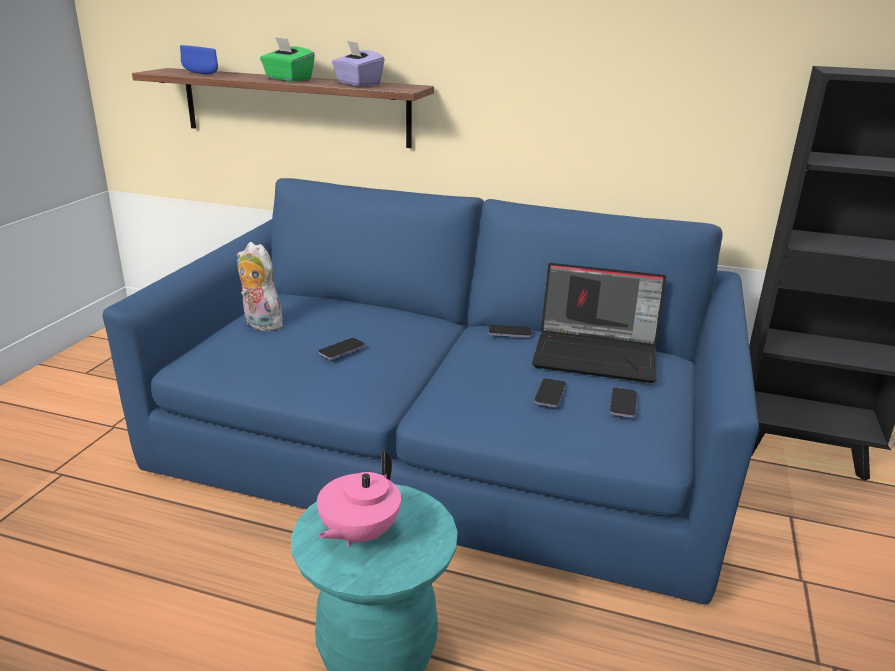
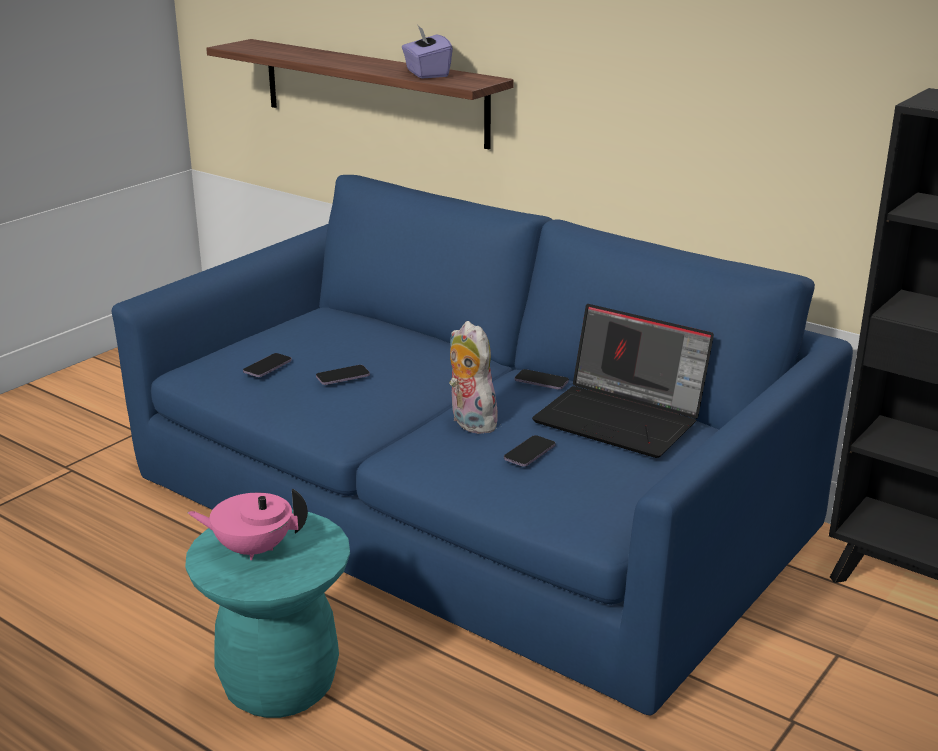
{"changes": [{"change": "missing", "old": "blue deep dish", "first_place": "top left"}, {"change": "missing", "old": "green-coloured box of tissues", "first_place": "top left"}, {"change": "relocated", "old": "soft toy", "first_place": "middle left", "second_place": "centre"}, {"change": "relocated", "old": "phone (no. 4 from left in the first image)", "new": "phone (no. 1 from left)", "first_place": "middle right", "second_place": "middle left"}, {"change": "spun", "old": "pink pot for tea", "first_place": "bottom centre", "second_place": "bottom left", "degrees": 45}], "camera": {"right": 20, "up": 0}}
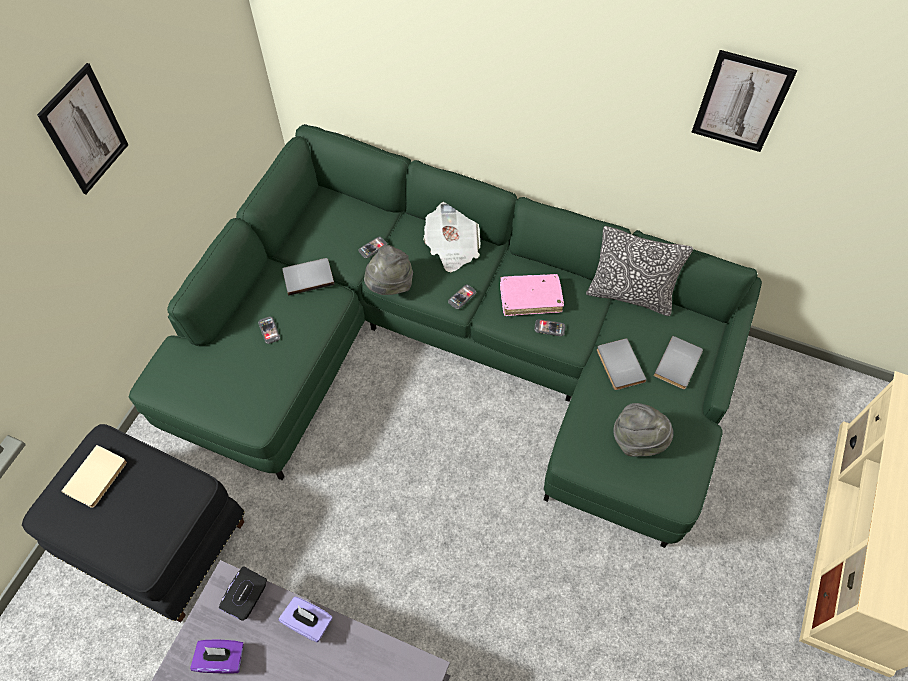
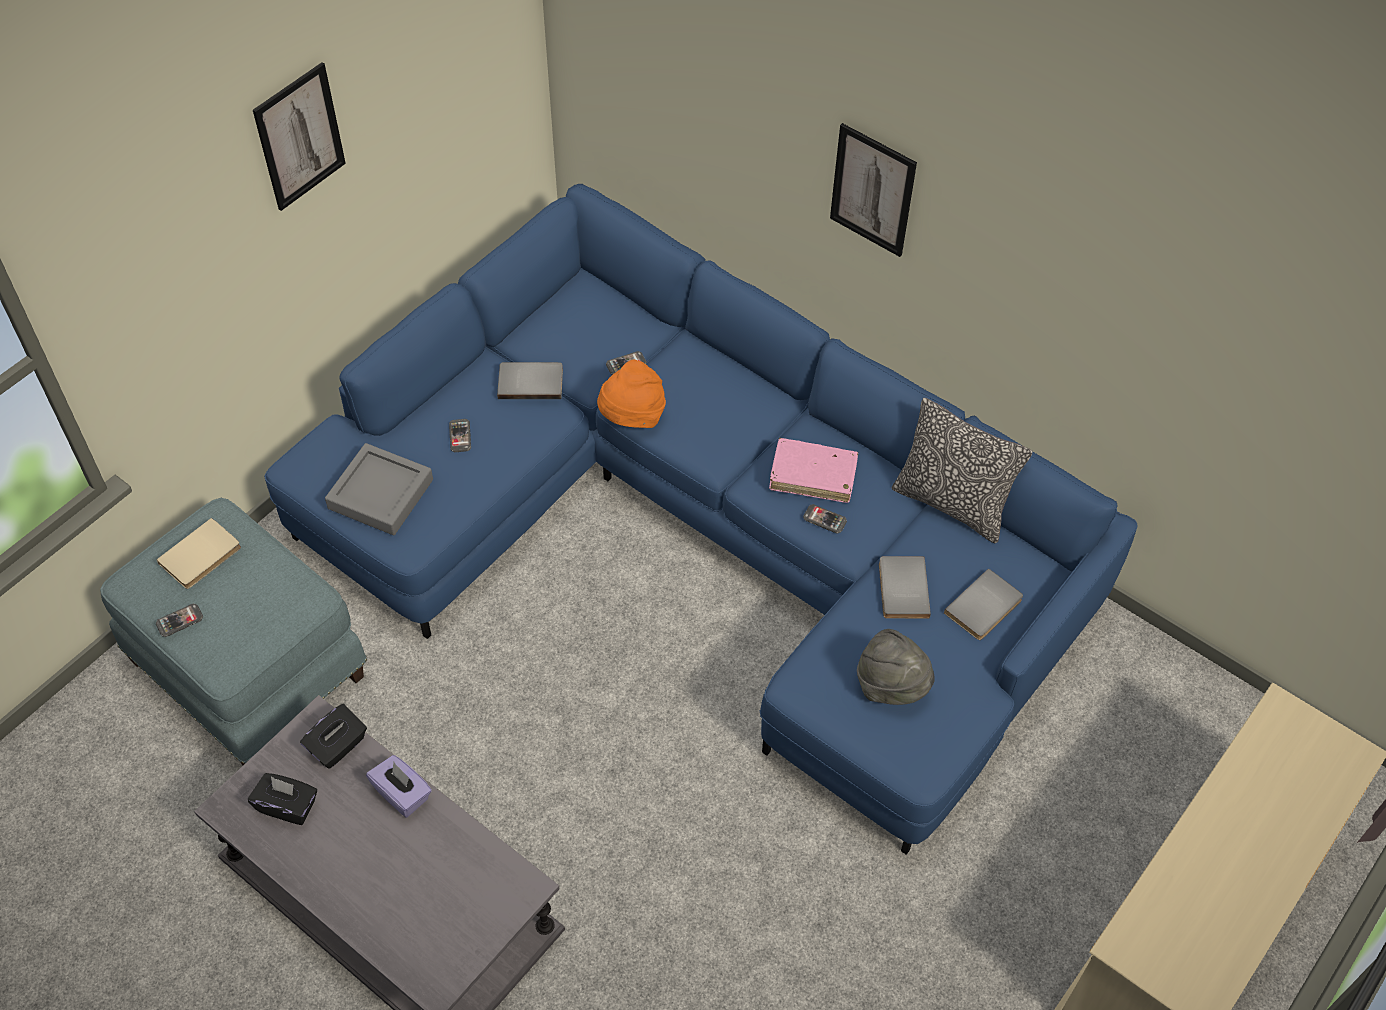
{"changes": [{"change": "missing", "old": "printed paper", "first_place": "centre"}, {"change": "appeared", "new": "greyish serving tray", "second_place": "middle left"}, {"change": "relocated", "old": "phone (no. 3 from left in the first image)", "new": "phone (no. 1 from left)", "first_place": "centre", "second_place": "middle left"}, {"change": "relocated", "old": "picture (no. 2 from left)", "first_place": "top right", "second_place": "top centre"}, {"change": "colour", "old": "blackish footrest", "new": "blue footrest", "first_place": "bottom left", "second_place": "middle left"}, {"change": "colour", "old": "green-coloured sofa", "new": "blue sofa", "first_place": "centre", "second_place": "centre"}, {"change": "colour", "old": "purple box of tissues (no. 1 from left)", "new": "blackish box of tissues (no. 1 from left)", "first_place": "bottom left", "second_place": "bottom left"}, {"change": "colour", "old": "greyish wearable hat (no. 1 from left)", "new": "orange wearable hat", "first_place": "centre", "second_place": "centre"}], "camera": {"right": 15, "up": -5}}
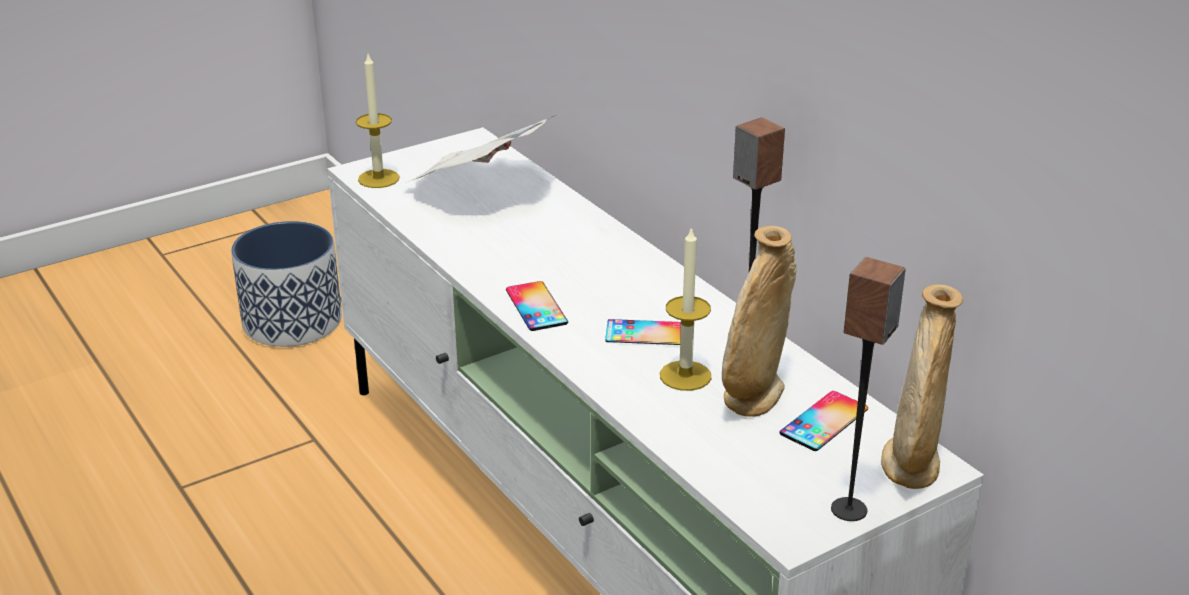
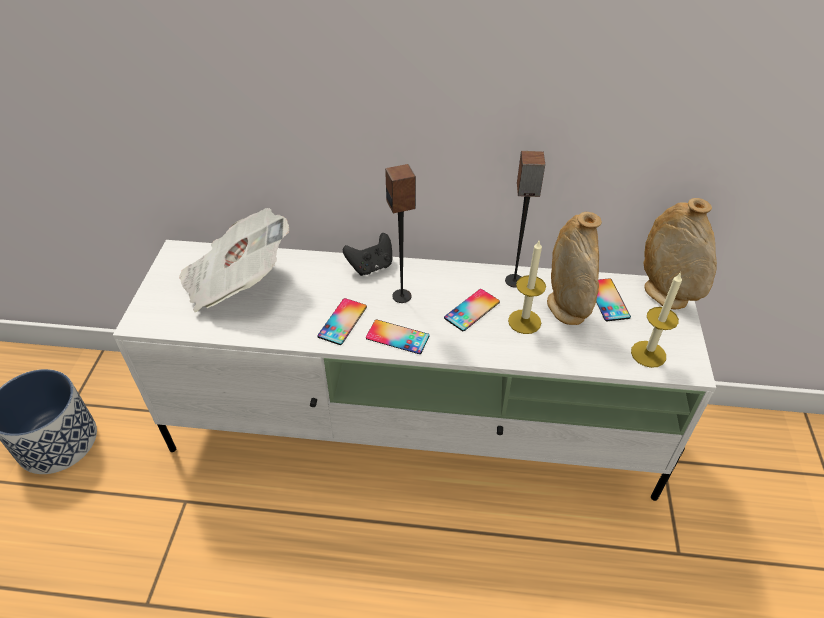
{"changes": [{"change": "appeared", "new": "phone (no. 1 from left)", "second_place": "centre"}, {"change": "appeared", "new": "blackish game controller", "second_place": "centre"}, {"change": "relocated", "old": "wax candle (no. 1 from left in the first image)", "new": "wax candle (no. 2 from left)", "first_place": "top left", "second_place": "middle right"}, {"change": "relocated", "old": "loudspeaker (no. 2 from left in the first image)", "new": "loudspeaker (no. 1 from left)", "first_place": "middle right", "second_place": "centre"}], "camera": {"right": -50, "up": 15}}
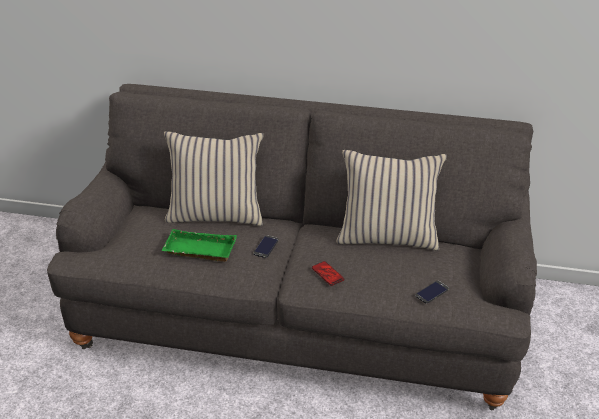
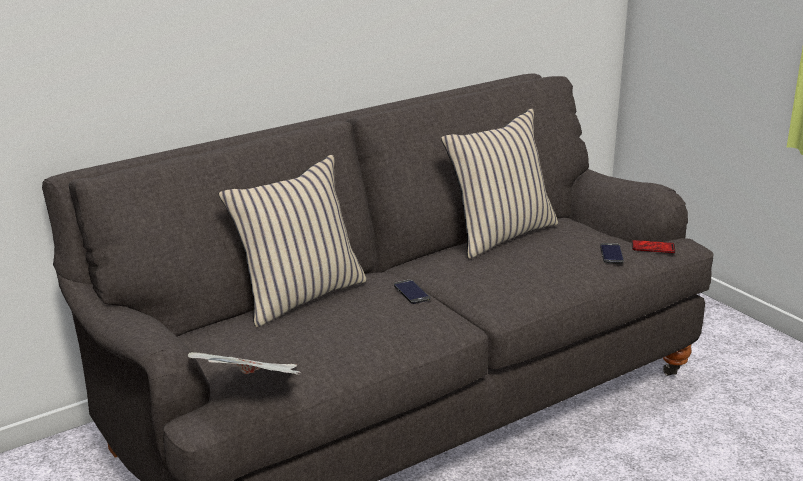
{"changes": [{"change": "missing", "old": "green-coloured serving tray", "first_place": "middle left"}, {"change": "appeared", "new": "printed paper", "second_place": "bottom left"}, {"change": "relocated", "old": "phone (no. 2 from left in the first image)", "new": "phone (no. 3 from left)", "first_place": "centre", "second_place": "middle right"}], "camera": {"right": -45, "up": -10}}
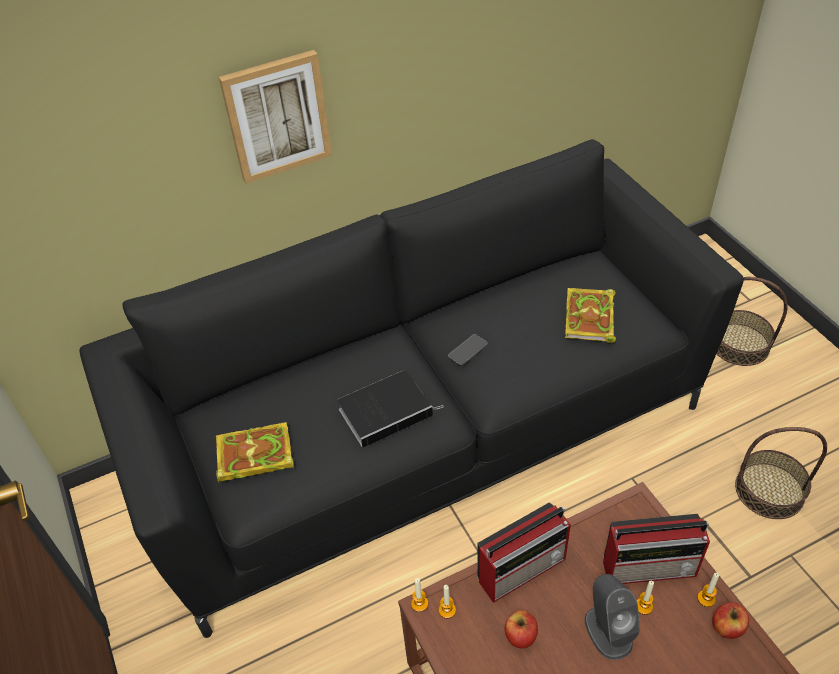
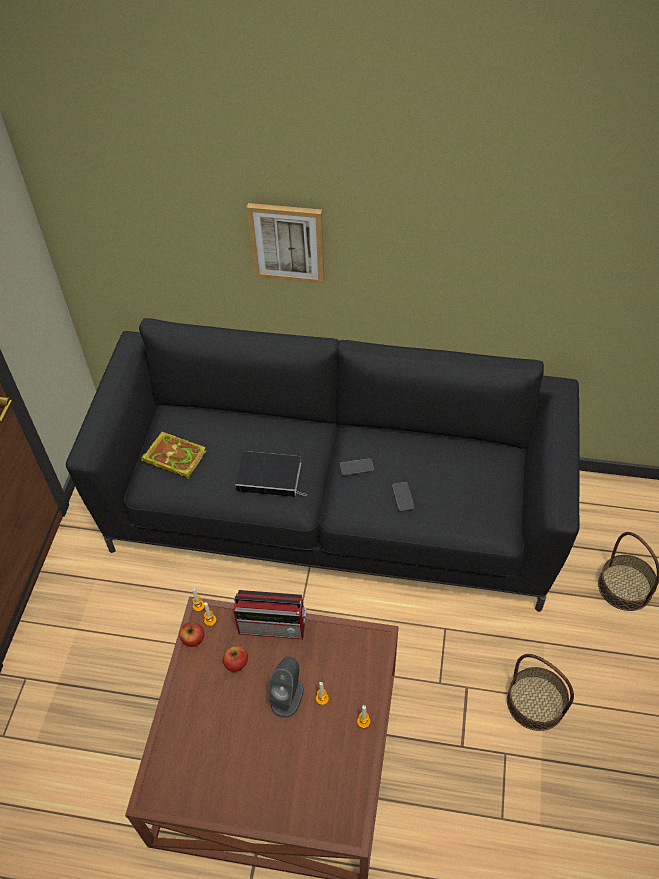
{"changes": [{"change": "missing", "old": "volume (no. 3 from left)", "first_place": "middle right"}, {"change": "missing", "old": "radio (no. 2 from left)", "first_place": "bottom right"}, {"change": "appeared", "new": "phone (no. 2 from left)", "second_place": "centre"}, {"change": "relocated", "old": "apple fruit (no. 2 from left in the first image)", "new": "apple fruit (no. 1 from left)", "first_place": "bottom right", "second_place": "bottom left"}], "camera": {"right": 35, "up": 5}}
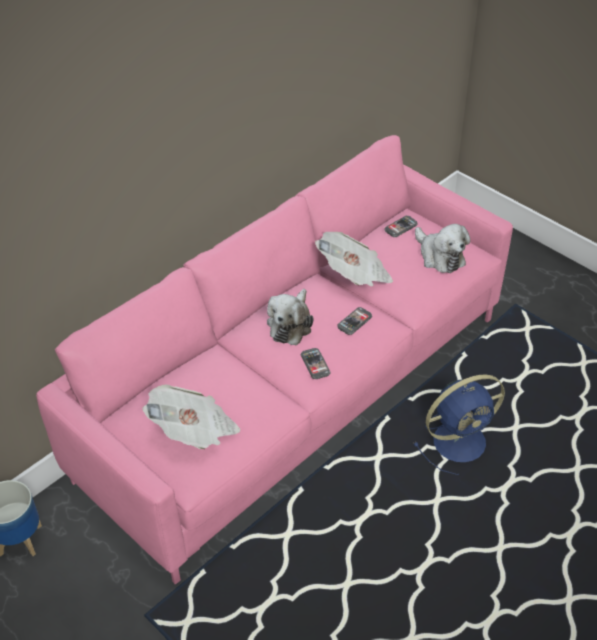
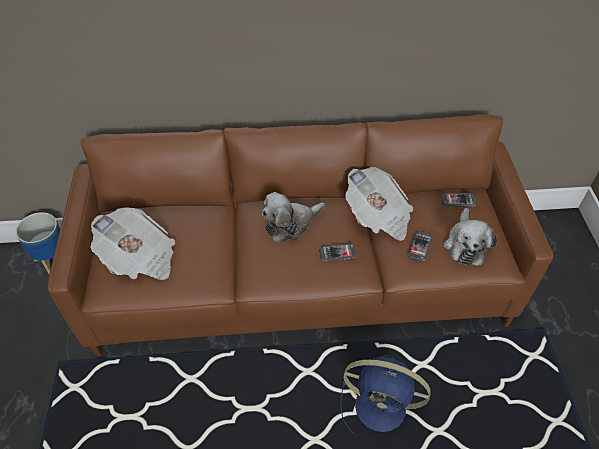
{"changes": [{"change": "relocated", "old": "phone (no. 1 from left in the first image)", "new": "phone (no. 2 from left)", "first_place": "centre", "second_place": "middle right"}, {"change": "colour", "old": "pink sofa", "new": "brown-coloured sofa", "first_place": "centre", "second_place": "centre"}], "camera": {"right": 40, "up": 5}}
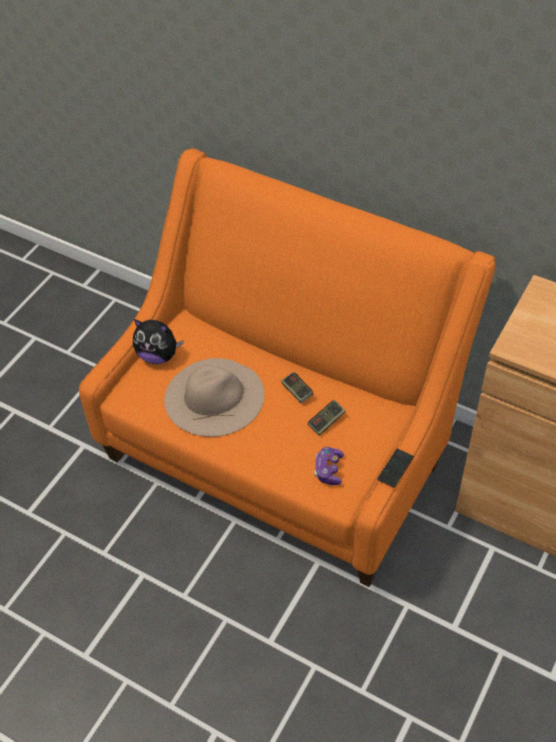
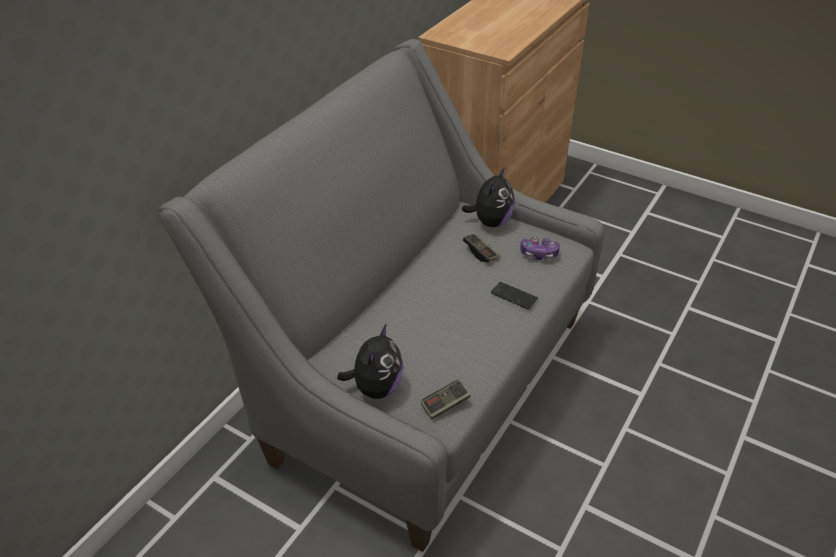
{"changes": [{"change": "missing", "old": "sand-coloured wearable hat", "first_place": "centre"}, {"change": "appeared", "new": "soft toy (no. 2 from left)", "second_place": "centre"}, {"change": "relocated", "old": "game controller (no. 1 from left)", "first_place": "centre", "second_place": "bottom centre"}, {"change": "relocated", "old": "phone", "first_place": "middle right", "second_place": "centre"}, {"change": "colour", "old": "orange sofa", "new": "greyish sofa", "first_place": "centre", "second_place": "centre"}], "camera": {"right": -90, "up": -10}}
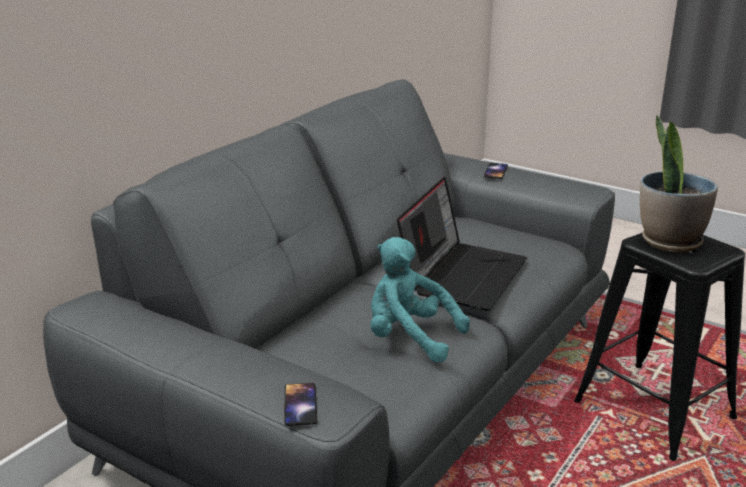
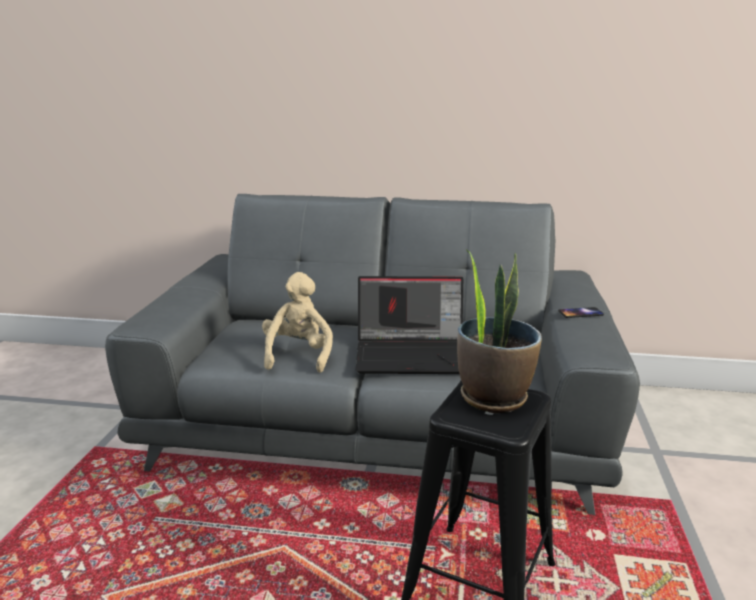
{"changes": [{"change": "missing", "old": "phone (no. 1 from left)", "first_place": "bottom centre"}, {"change": "colour", "old": "turquoise-coloured soft toy", "new": "sand-coloured soft toy", "first_place": "centre", "second_place": "centre"}], "camera": {"right": 65, "up": -5}}
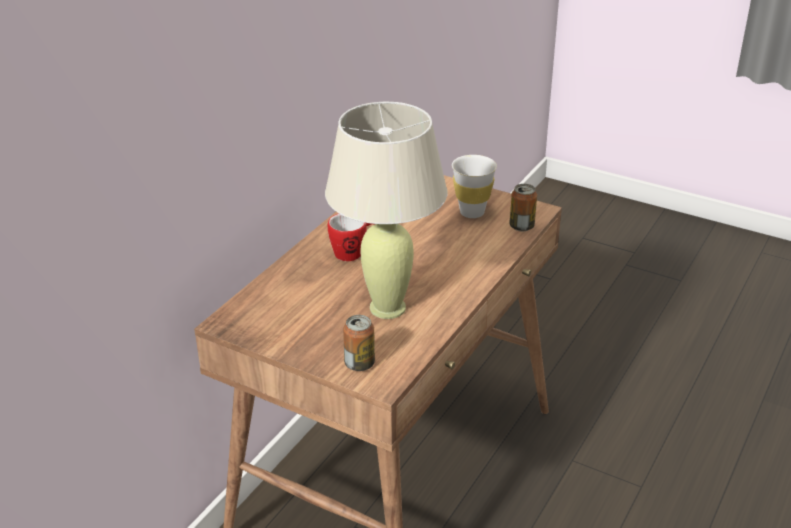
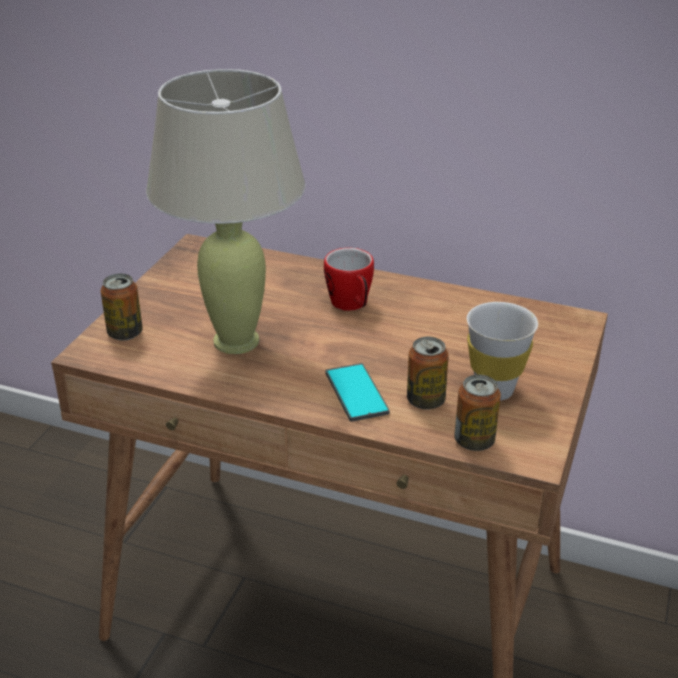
{"changes": [{"change": "appeared", "new": "phone", "second_place": "centre"}, {"change": "appeared", "new": "metal can (no. 2 from left)", "second_place": "centre"}], "camera": {"right": 80, "up": 0}}
